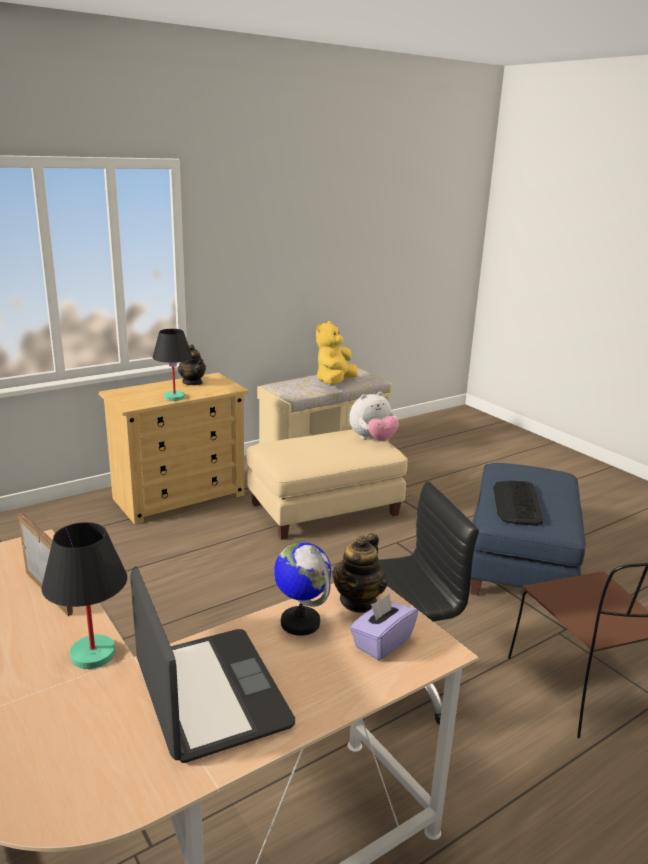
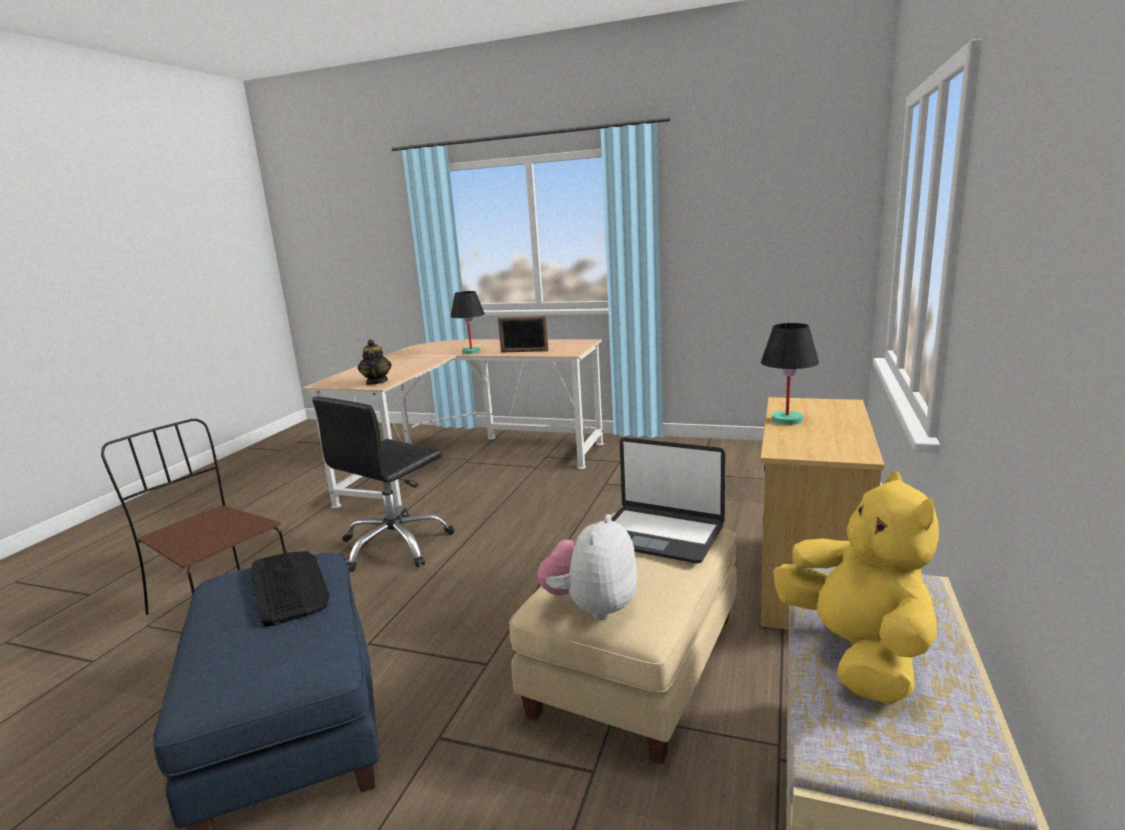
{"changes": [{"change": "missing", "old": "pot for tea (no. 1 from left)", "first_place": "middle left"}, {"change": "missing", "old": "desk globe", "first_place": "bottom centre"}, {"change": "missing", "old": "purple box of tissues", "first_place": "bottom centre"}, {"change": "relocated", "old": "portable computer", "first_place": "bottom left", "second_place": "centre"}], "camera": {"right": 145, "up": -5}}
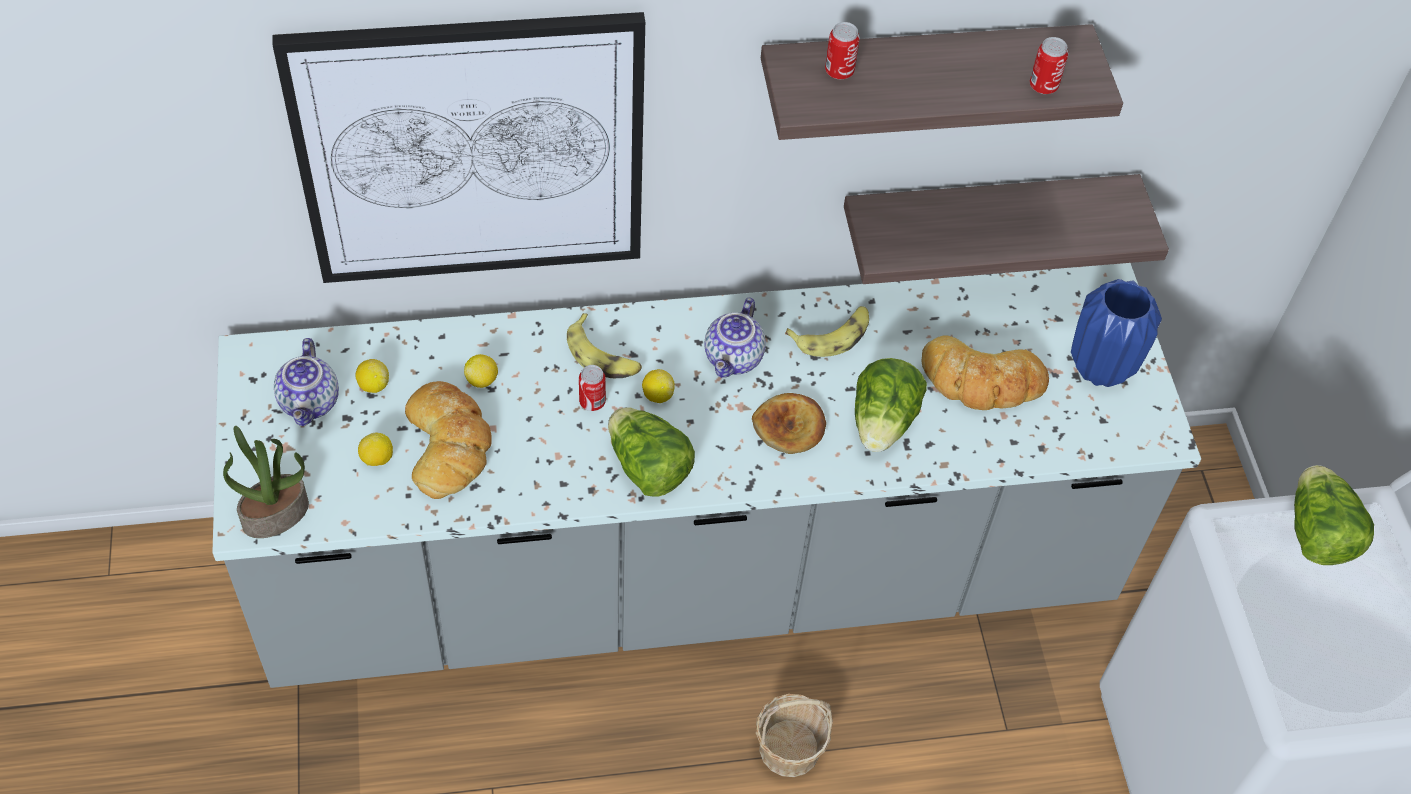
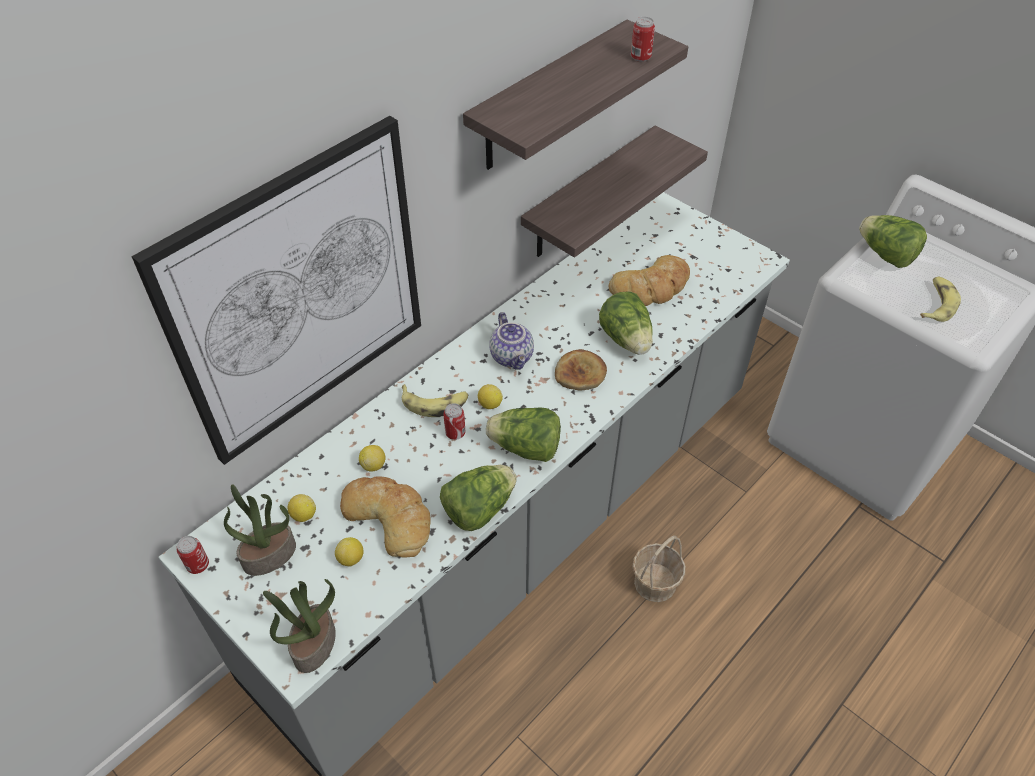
{"changes": [{"change": "missing", "old": "blue vase", "first_place": "middle right"}, {"change": "appeared", "new": "lettuce head (no. 1 from left)", "second_place": "centre"}, {"change": "relocated", "old": "whole banana (no. 2 from left)", "first_place": "centre", "second_place": "middle right"}, {"change": "relocated", "old": "metal can (no. 2 from left in the first image)", "new": "metal can (no. 1 from left)", "first_place": "top centre", "second_place": "bottom left"}, {"change": "exchanged", "old": "pot for tea (no. 1 from left)", "new": "potted plant (no. 1 from left)", "first_place": "middle left", "second_place": "bottom left"}], "camera": {"right": -35, "up": -5}}
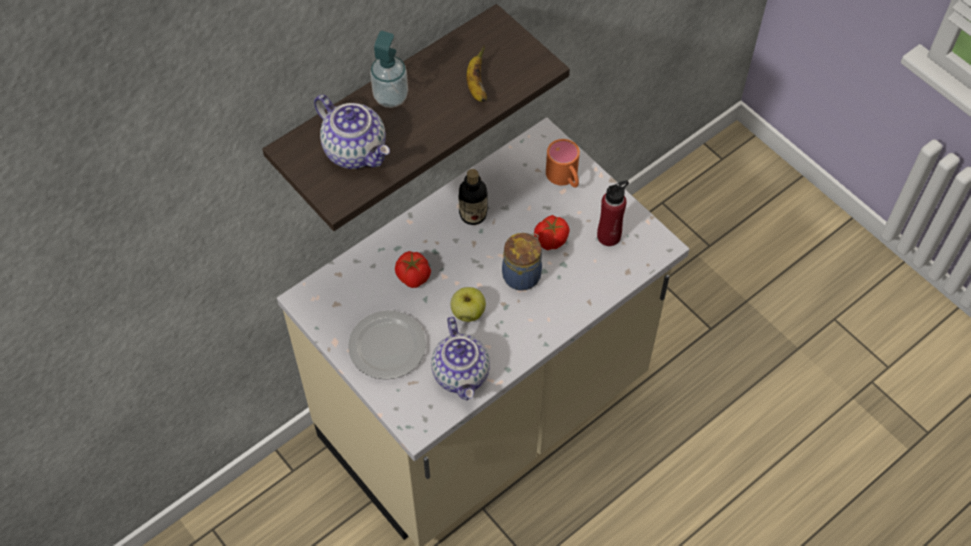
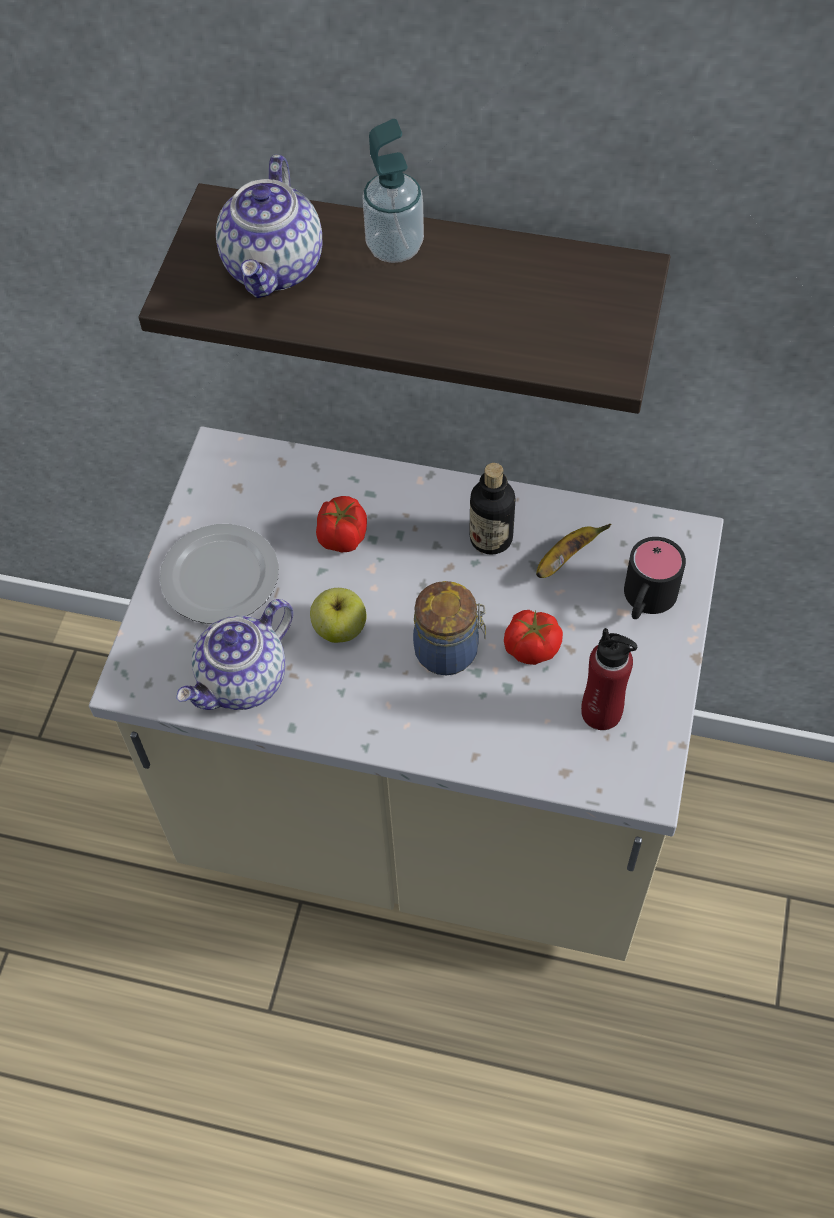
{"changes": [{"change": "relocated", "old": "whole banana", "first_place": "top centre", "second_place": "middle right"}, {"change": "colour", "old": "orange mug", "new": "blackish mug", "first_place": "top centre", "second_place": "middle right"}], "camera": {"right": 55, "up": 0}}
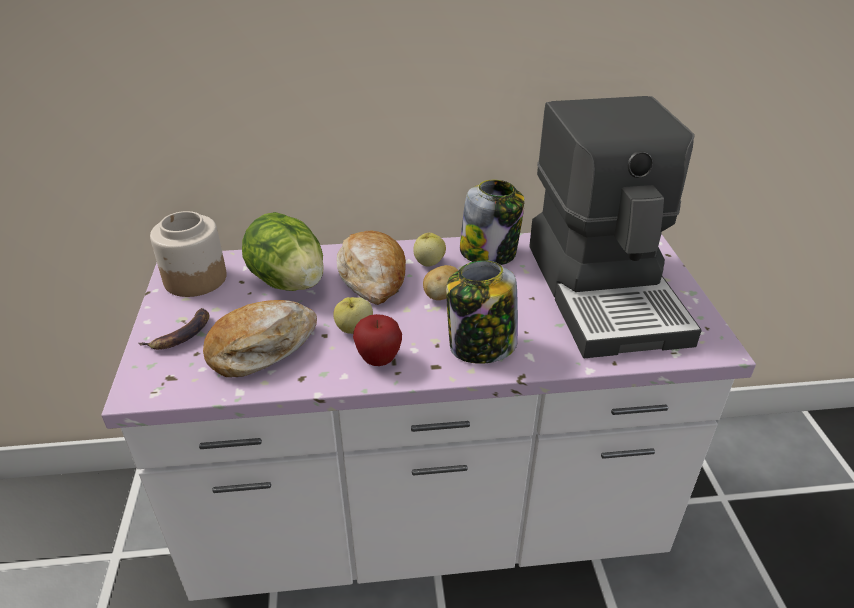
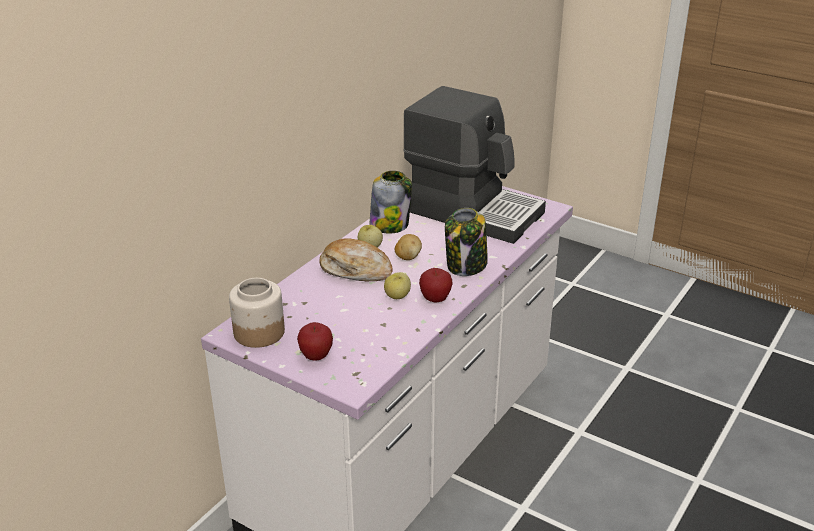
{"changes": [{"change": "missing", "old": "baked bread (no. 1 from left)", "first_place": "middle left"}, {"change": "missing", "old": "lettuce head", "first_place": "middle left"}, {"change": "exchanged", "old": "whole banana", "new": "apple fruit (no. 1 from left)", "first_place": "middle left", "second_place": "centre"}], "camera": {"right": -50, "up": -5}}
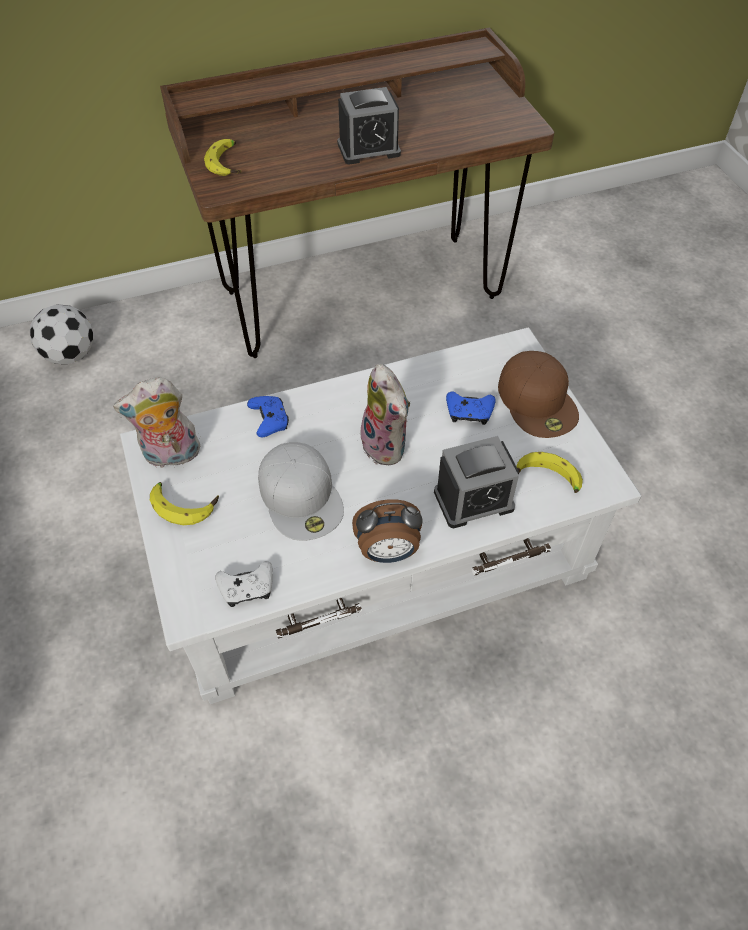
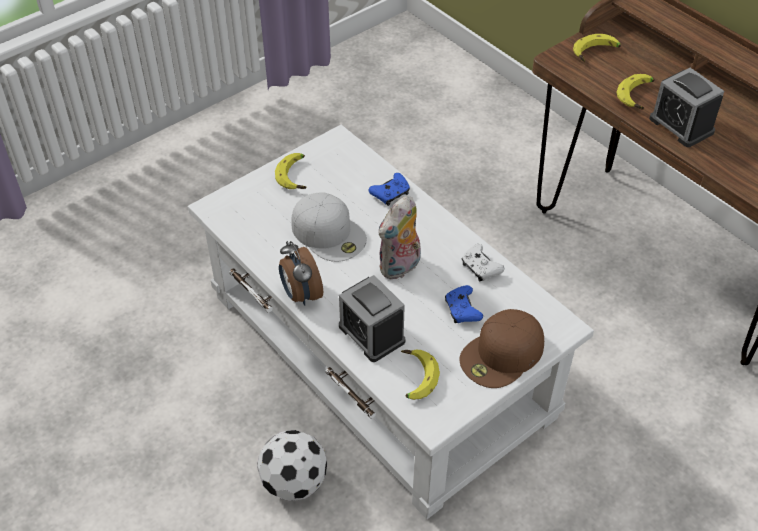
{"changes": [{"change": "missing", "old": "soft toy (no. 1 from left)", "first_place": "middle left"}, {"change": "appeared", "new": "whole banana (no. 4 from left)", "second_place": "top right"}, {"change": "relocated", "old": "football ball", "first_place": "middle left", "second_place": "bottom centre"}, {"change": "relocated", "old": "whitish game controller", "first_place": "middle left", "second_place": "centre"}, {"change": "spun", "old": "whitish peaked cap", "first_place": "centre", "second_place": "centre", "degrees": -90}], "camera": {"right": 70, "up": -5}}
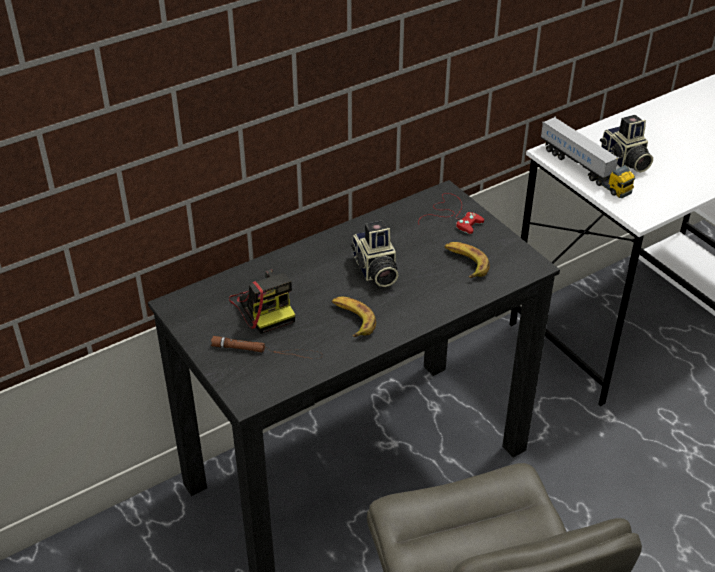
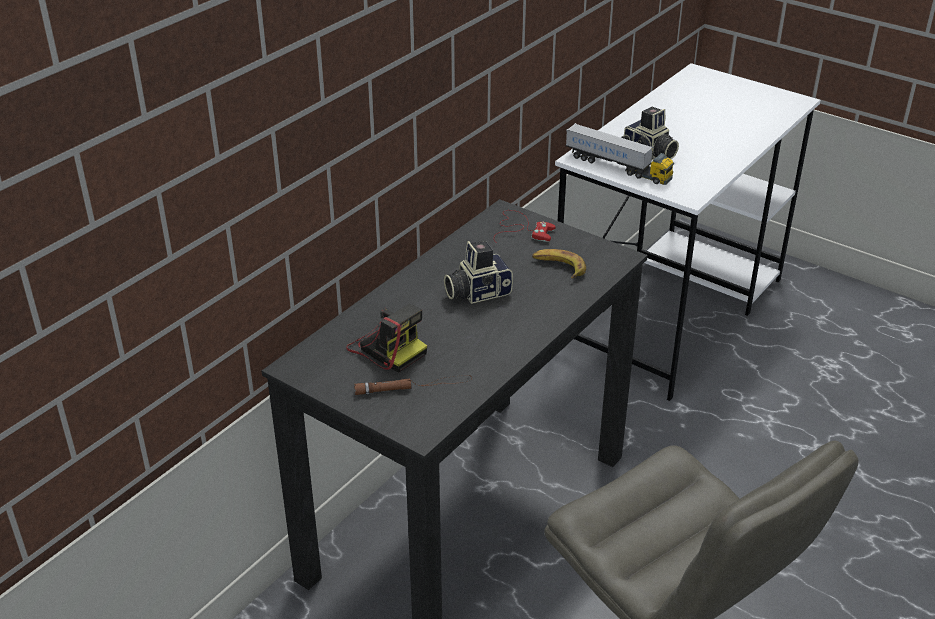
{"changes": [{"change": "missing", "old": "whole banana (no. 1 from left)", "first_place": "centre"}, {"change": "spun", "old": "still camera (no. 2 from left)", "first_place": "centre", "second_place": "centre", "degrees": 105}], "camera": {"right": -20, "up": -5}}
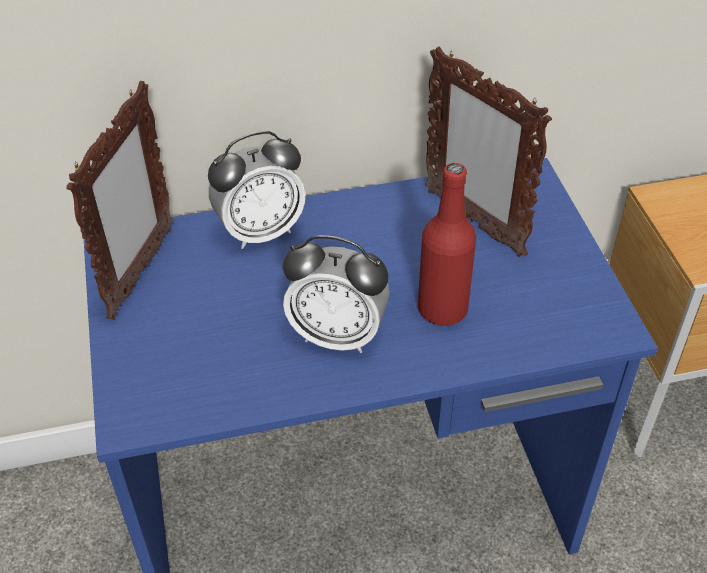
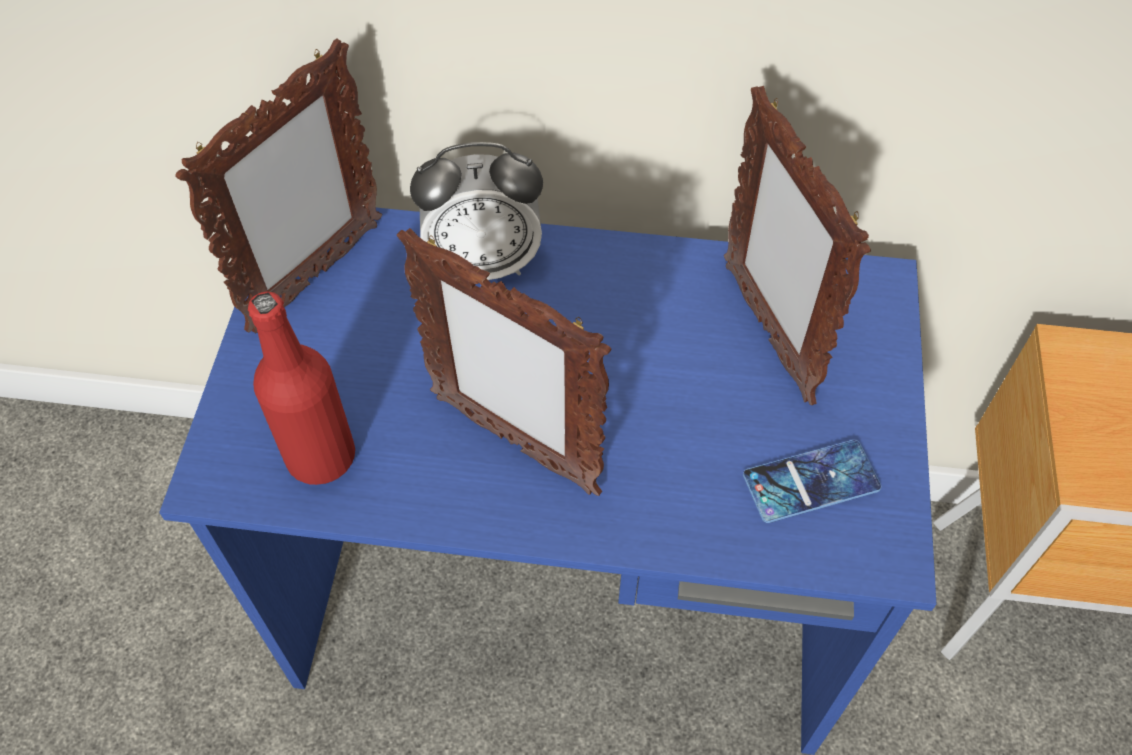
{"changes": [{"change": "appeared", "new": "phone", "second_place": "middle right"}, {"change": "relocated", "old": "reddish drink bottle", "first_place": "centre", "second_place": "middle left"}, {"change": "exchanged", "old": "bedside clock (no. 2 from left)", "new": "picture frame (no. 2 from left)", "first_place": "centre", "second_place": "centre"}], "camera": {"right": 20, "up": 10}}
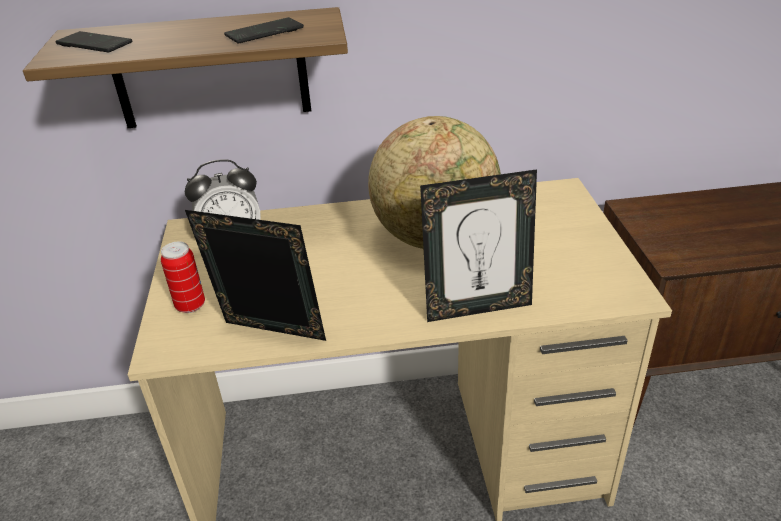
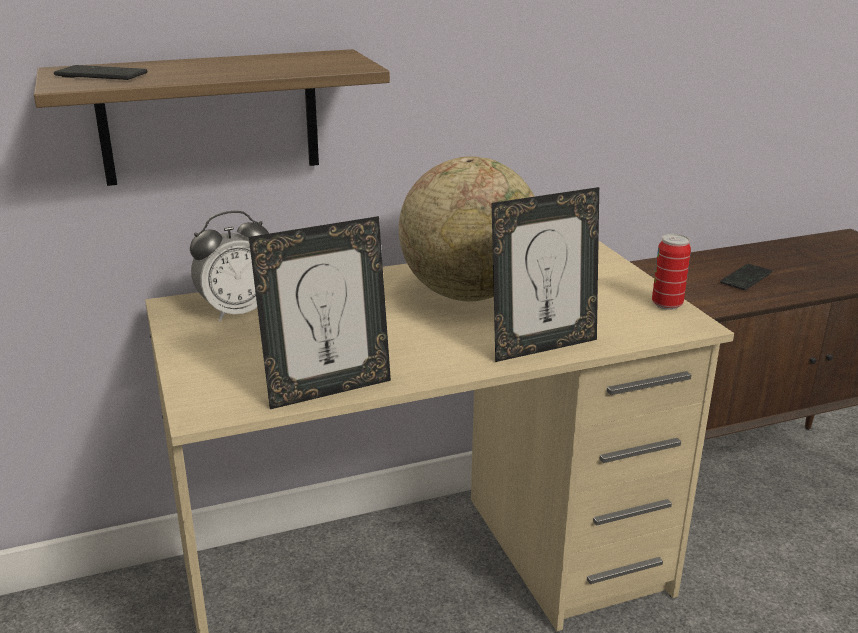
{"changes": [{"change": "relocated", "old": "metal can", "first_place": "middle left", "second_place": "middle right"}, {"change": "relocated", "old": "phone (no. 2 from left)", "first_place": "top centre", "second_place": "middle right"}, {"change": "spun", "old": "picture frame (no. 1 from left)", "first_place": "middle left", "second_place": "centre", "degrees": 150}], "camera": {"right": -15, "up": -10}}
